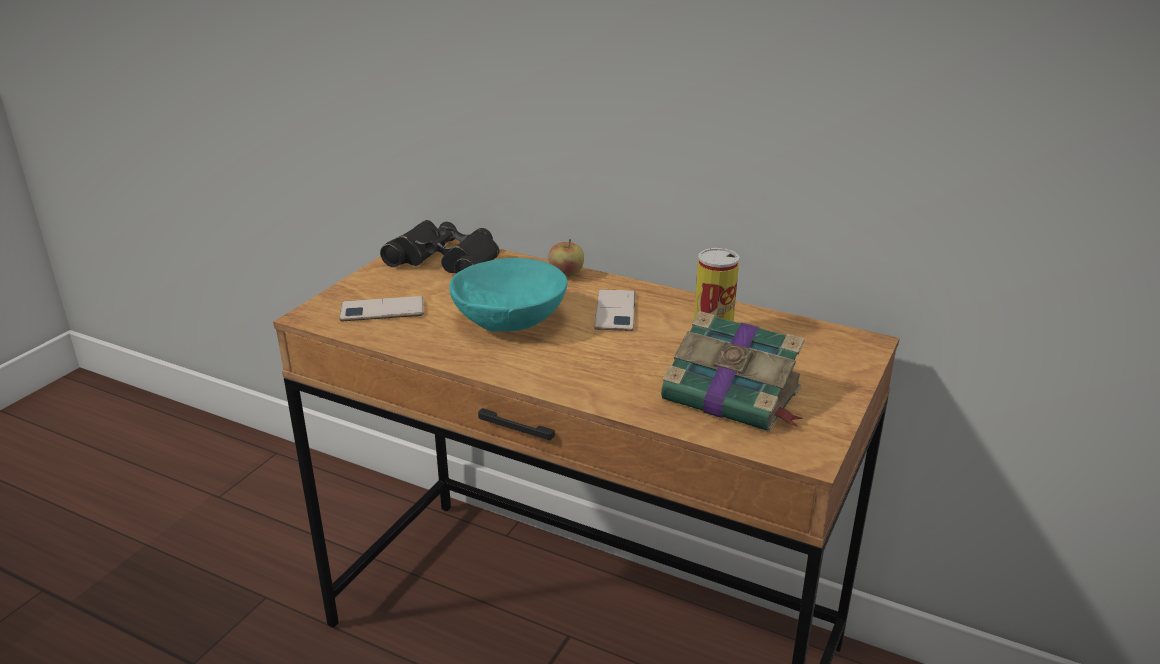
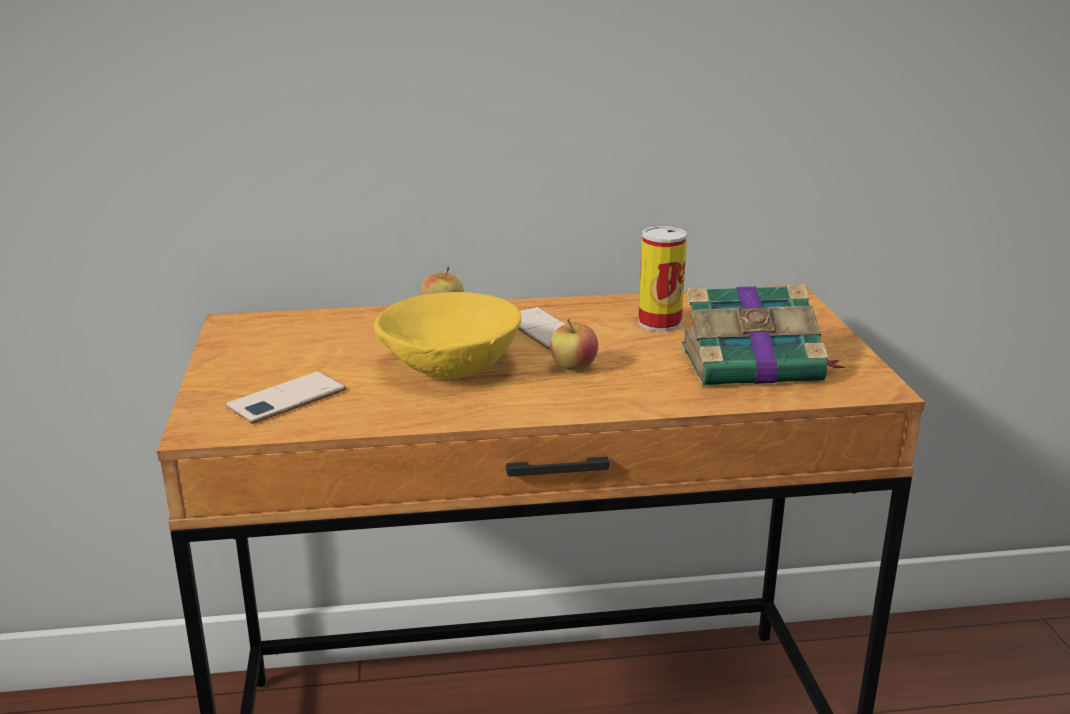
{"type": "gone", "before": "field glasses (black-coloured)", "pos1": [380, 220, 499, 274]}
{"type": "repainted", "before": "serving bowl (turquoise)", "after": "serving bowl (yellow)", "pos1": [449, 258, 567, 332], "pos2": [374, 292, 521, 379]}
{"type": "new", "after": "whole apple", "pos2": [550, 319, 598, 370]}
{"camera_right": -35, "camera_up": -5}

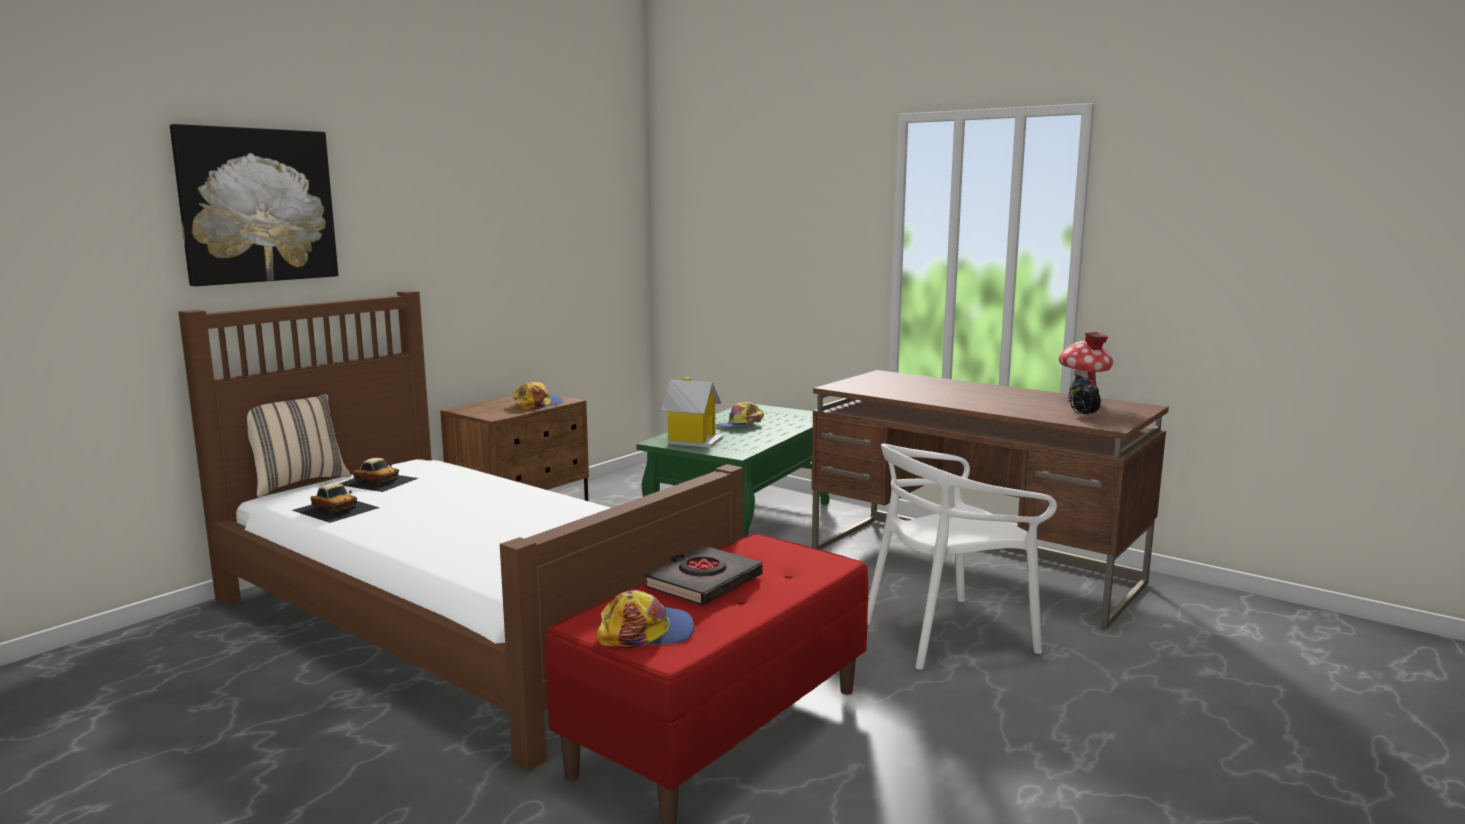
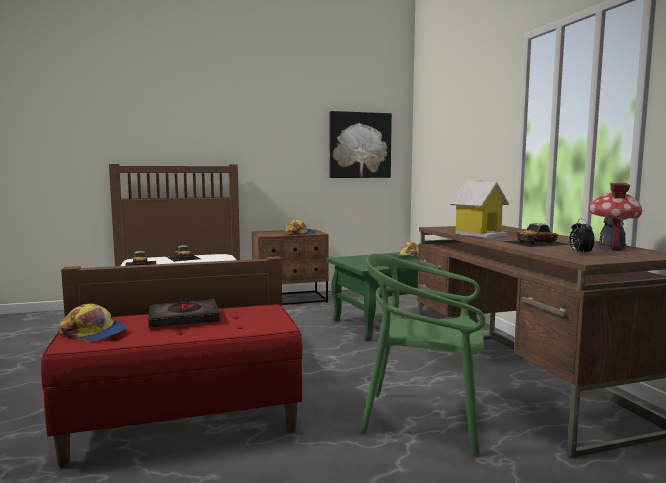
{"type": "shifted", "before": "picture", "pos1": [170, 124, 338, 286], "pos2": [329, 111, 392, 178]}
{"type": "shifted", "before": "toy house", "pos1": [661, 377, 723, 448], "pos2": [450, 181, 509, 238]}
{"type": "gone", "before": "cushion (beige-coloured)", "pos1": [247, 394, 351, 497]}
{"type": "repainted", "before": "chair (whitish)", "after": "chair (green-coloured)", "pos1": [868, 444, 1057, 670], "pos2": [360, 254, 485, 455]}
{"type": "new", "after": "model car", "pos2": [502, 223, 570, 247]}
{"camera_right": 35, "camera_up": -5}

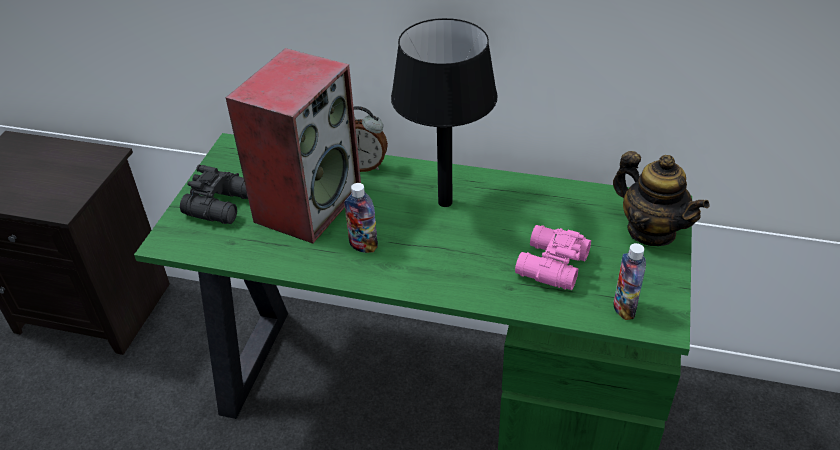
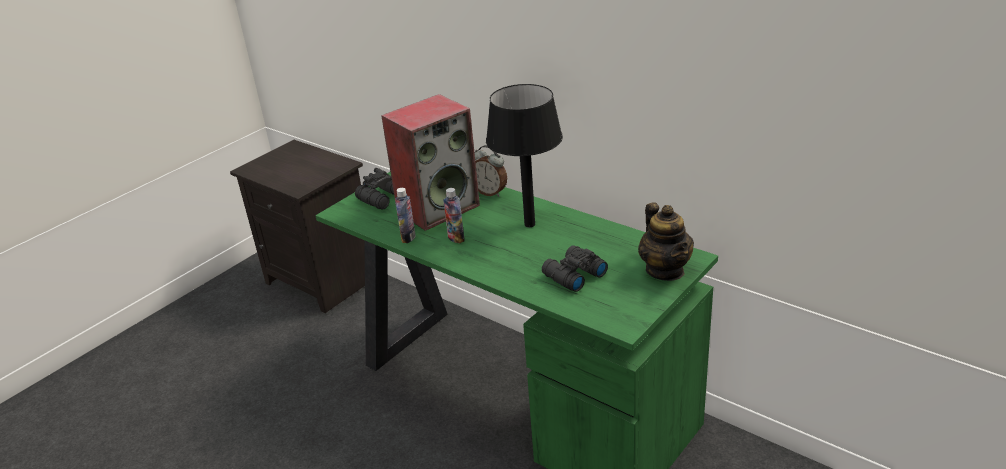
{"type": "repainted", "before": "field glasses (pink)", "after": "field glasses (black-coloured)", "pos1": [515, 225, 591, 290], "pos2": [542, 245, 608, 292]}
{"type": "shifted", "before": "beverage bottle", "pos1": [613, 243, 646, 320], "pos2": [395, 188, 416, 243]}
{"camera_right": 25, "camera_up": -10}

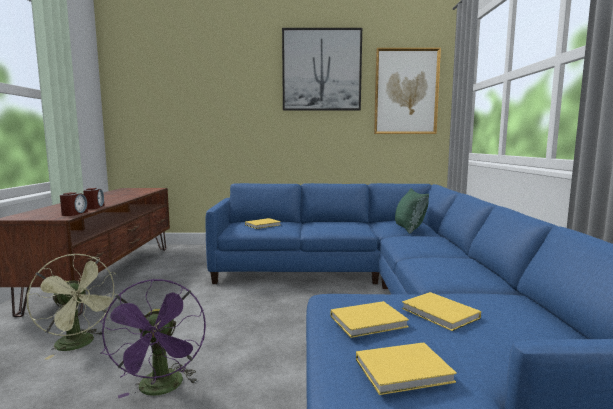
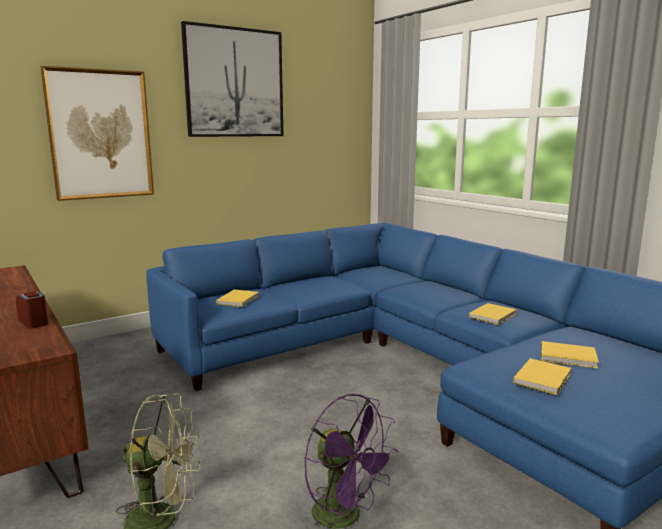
{"type": "shifted", "before": "picture", "pos1": [374, 48, 441, 134], "pos2": [40, 66, 154, 201]}
{"type": "gone", "before": "cushion (green-coloured)", "pos1": [395, 188, 429, 234]}
{"type": "gone", "before": "bedside clock", "pos1": [60, 192, 88, 216]}
{"type": "shifted", "before": "book (yellow)", "pos1": [356, 342, 457, 395], "pos2": [469, 303, 516, 325]}
{"camera_right": -35, "camera_up": 5}

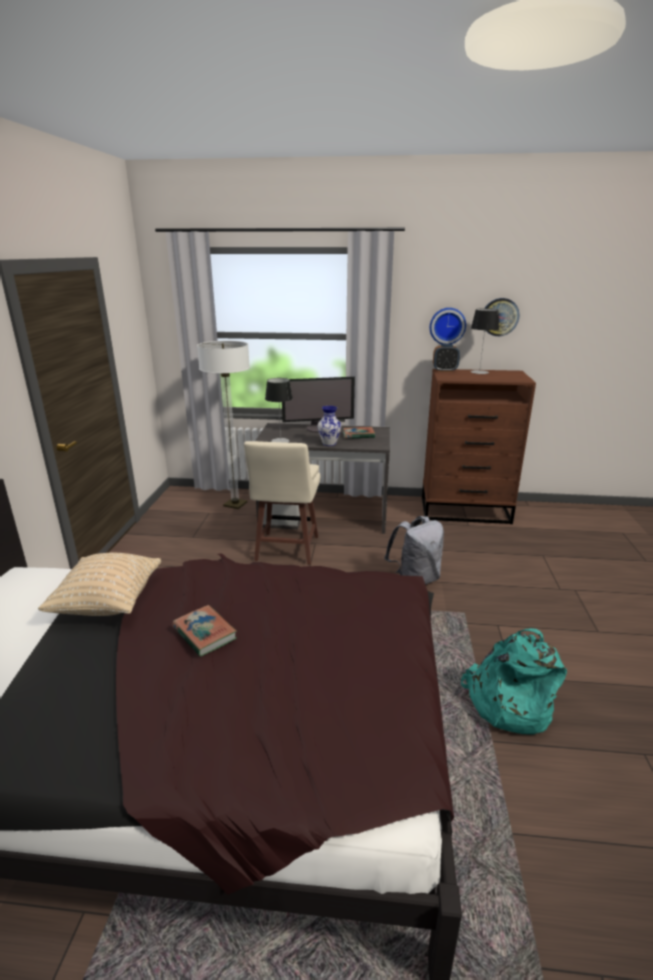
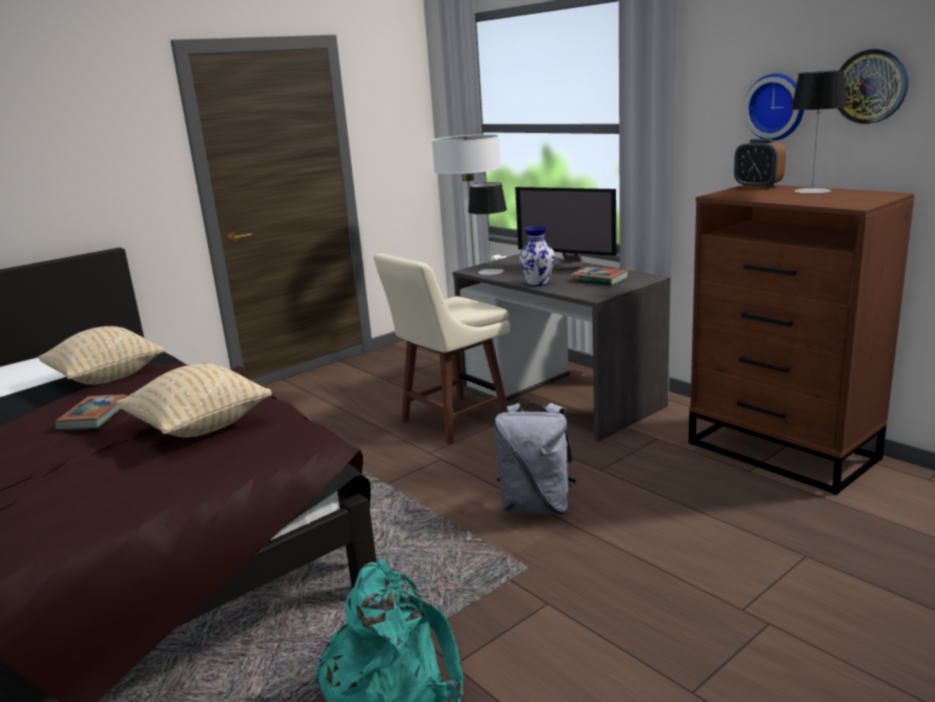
{"type": "new", "after": "cushion (beige-coloured)", "pos2": [116, 363, 272, 437]}
{"camera_right": 45, "camera_up": -5}

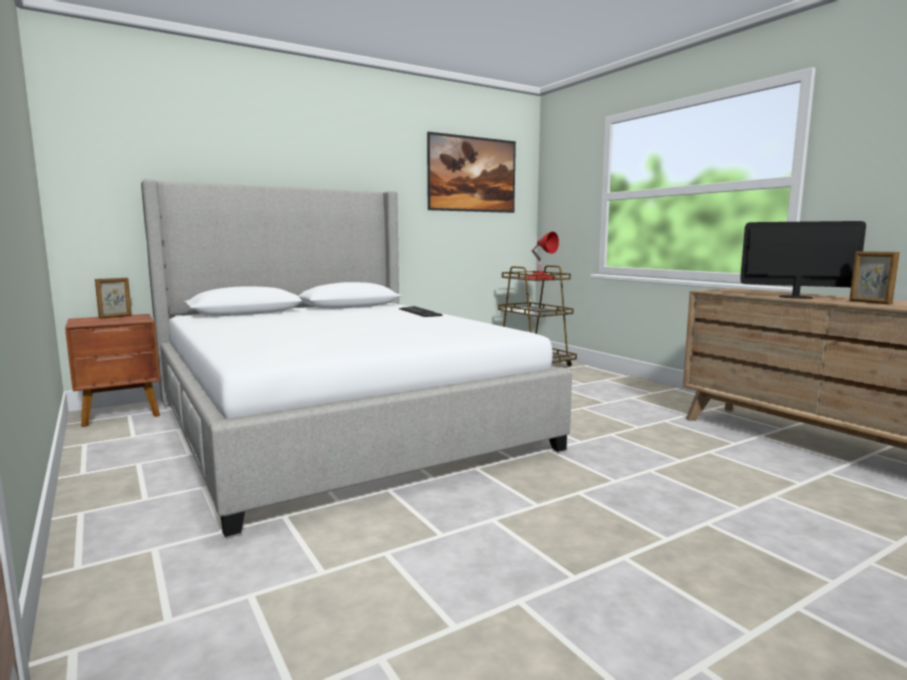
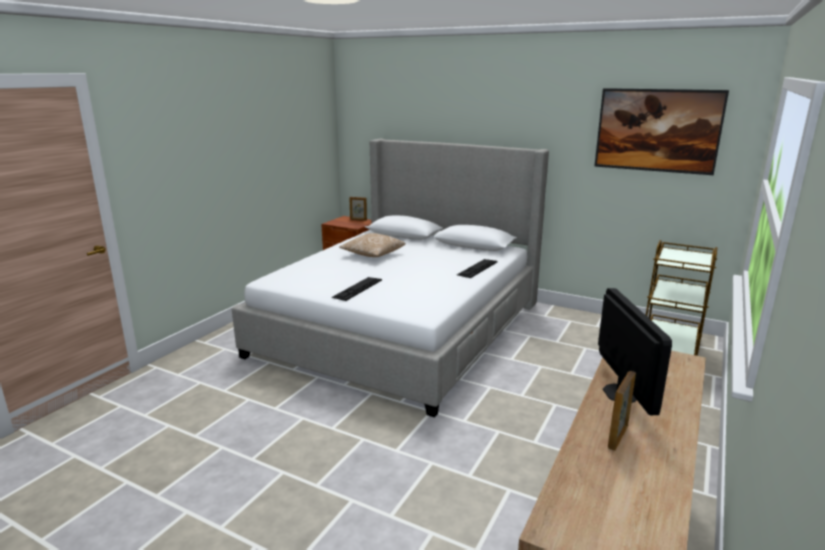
{"type": "gone", "before": "lamp for a table (red-coloured)", "pos1": [523, 232, 559, 279]}
{"type": "new", "after": "cushion", "pos2": [339, 233, 406, 257]}
{"type": "new", "after": "computer keyboard", "pos2": [332, 277, 382, 301]}
{"camera_right": 60, "camera_up": 10}

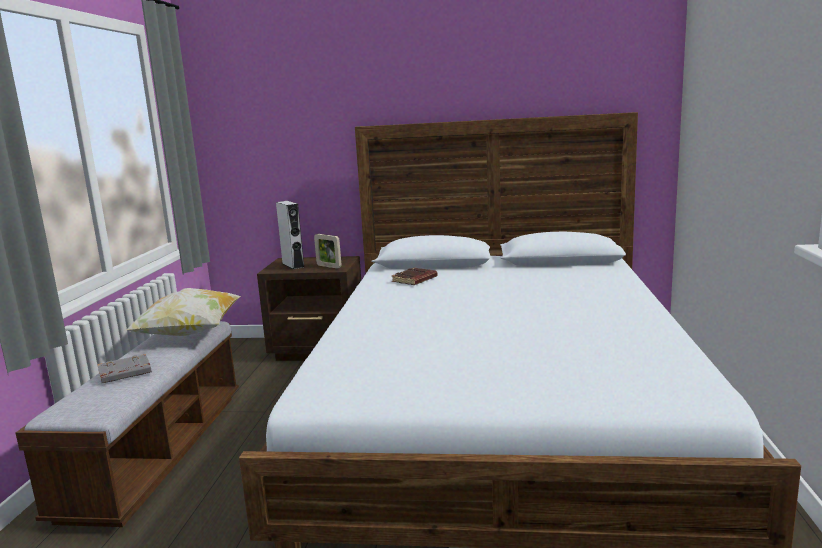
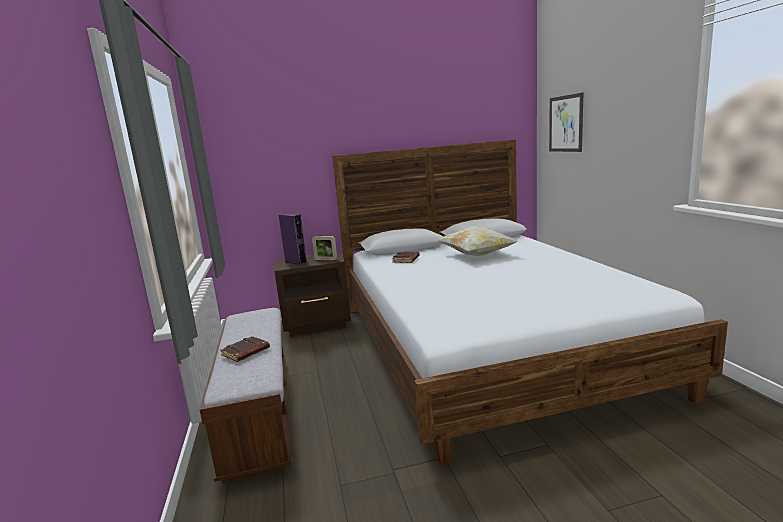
{"type": "repainted", "before": "speaker (gray)", "after": "speaker (purplish)", "pos1": [276, 201, 304, 269], "pos2": [279, 214, 307, 265]}
{"type": "shifted", "before": "cushion", "pos1": [126, 288, 241, 336], "pos2": [437, 226, 519, 256]}
{"type": "repainted", "before": "book (gray)", "after": "book (brown)", "pos1": [97, 354, 152, 383], "pos2": [220, 336, 270, 362]}
{"type": "new", "after": "picture", "pos2": [549, 93, 583, 152]}
{"camera_right": -20, "camera_up": 0}

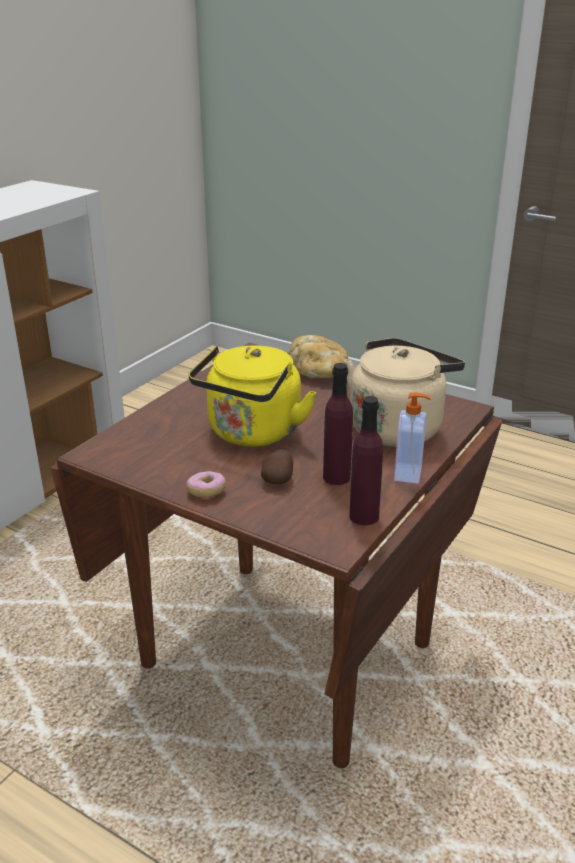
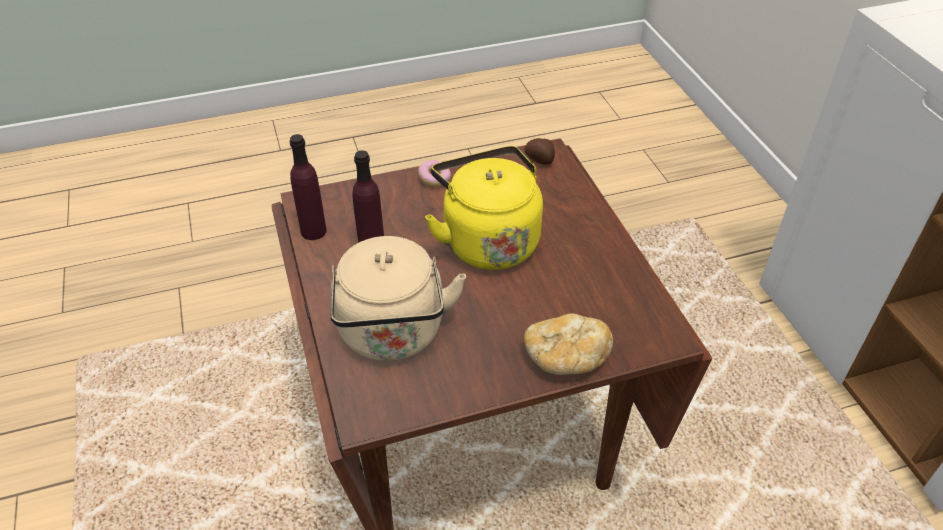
{"type": "gone", "before": "liquid soap bottle", "pos1": [394, 392, 431, 484]}
{"type": "shifted", "before": "spud", "pos1": [261, 449, 293, 484], "pos2": [525, 138, 555, 165]}
{"camera_right": 130, "camera_up": 15}

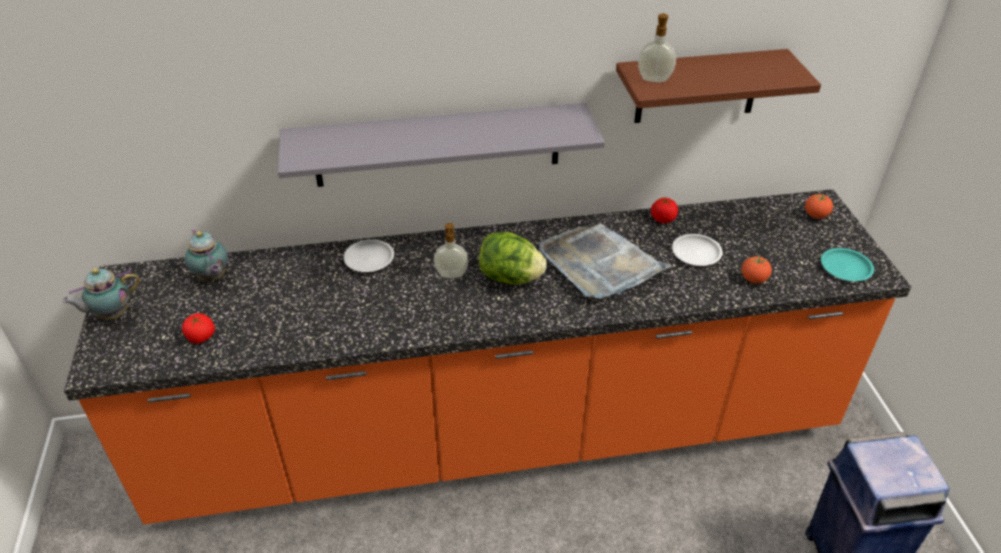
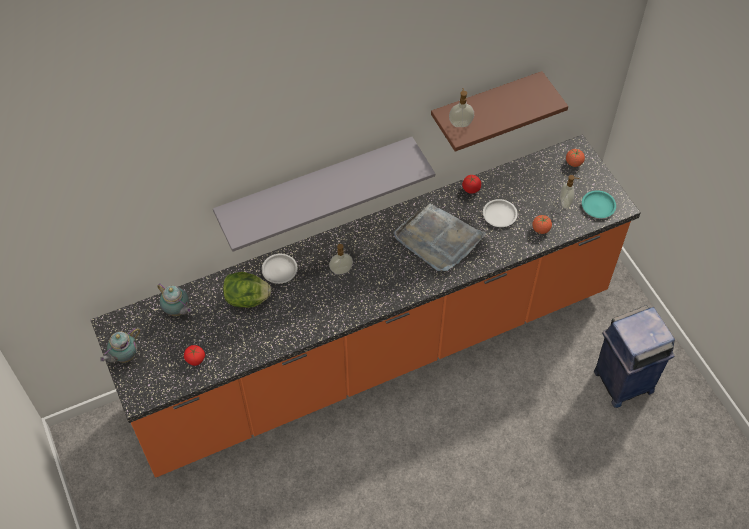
{"type": "shifted", "before": "head of lettuce", "pos1": [479, 232, 547, 285], "pos2": [223, 272, 271, 308]}
{"type": "new", "after": "liquid soap bottle", "pos2": [560, 175, 580, 209]}
{"camera_right": -15, "camera_up": 15}

